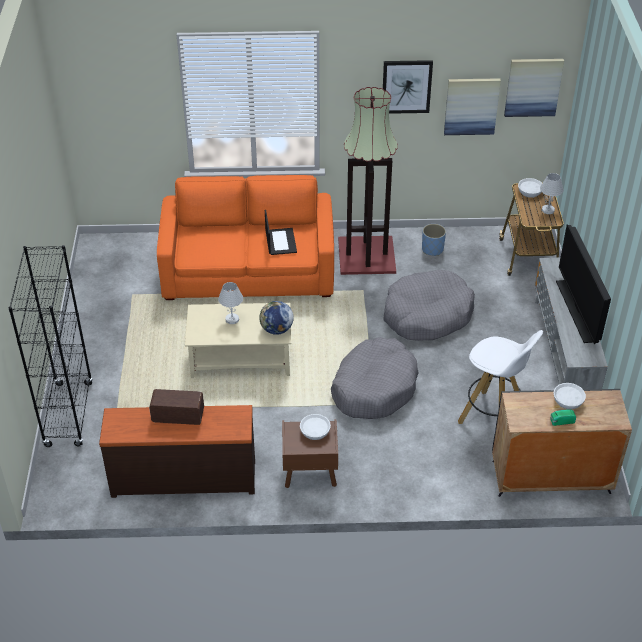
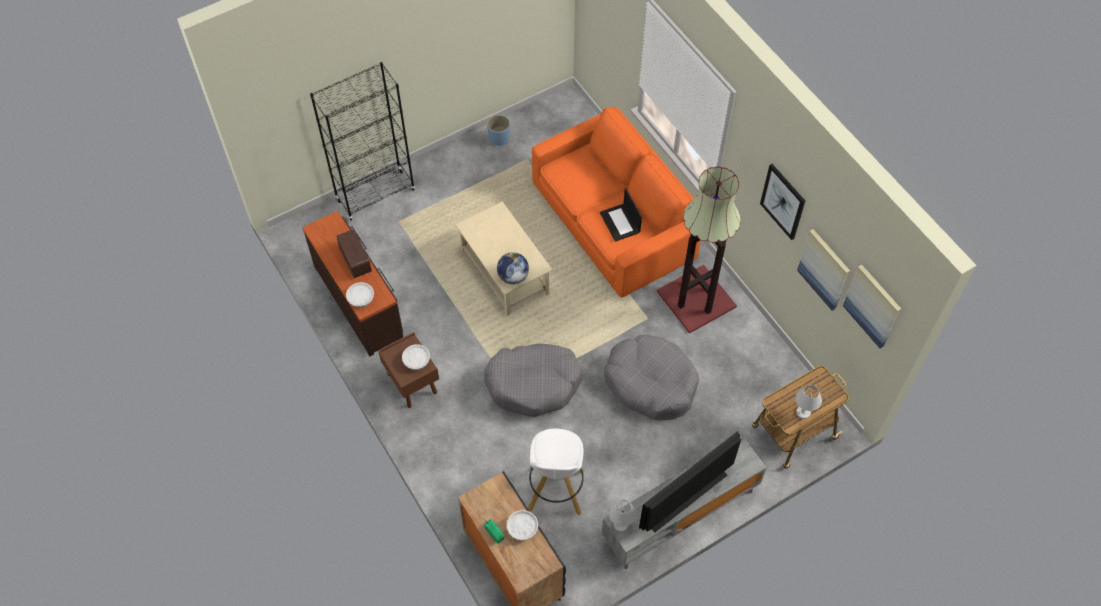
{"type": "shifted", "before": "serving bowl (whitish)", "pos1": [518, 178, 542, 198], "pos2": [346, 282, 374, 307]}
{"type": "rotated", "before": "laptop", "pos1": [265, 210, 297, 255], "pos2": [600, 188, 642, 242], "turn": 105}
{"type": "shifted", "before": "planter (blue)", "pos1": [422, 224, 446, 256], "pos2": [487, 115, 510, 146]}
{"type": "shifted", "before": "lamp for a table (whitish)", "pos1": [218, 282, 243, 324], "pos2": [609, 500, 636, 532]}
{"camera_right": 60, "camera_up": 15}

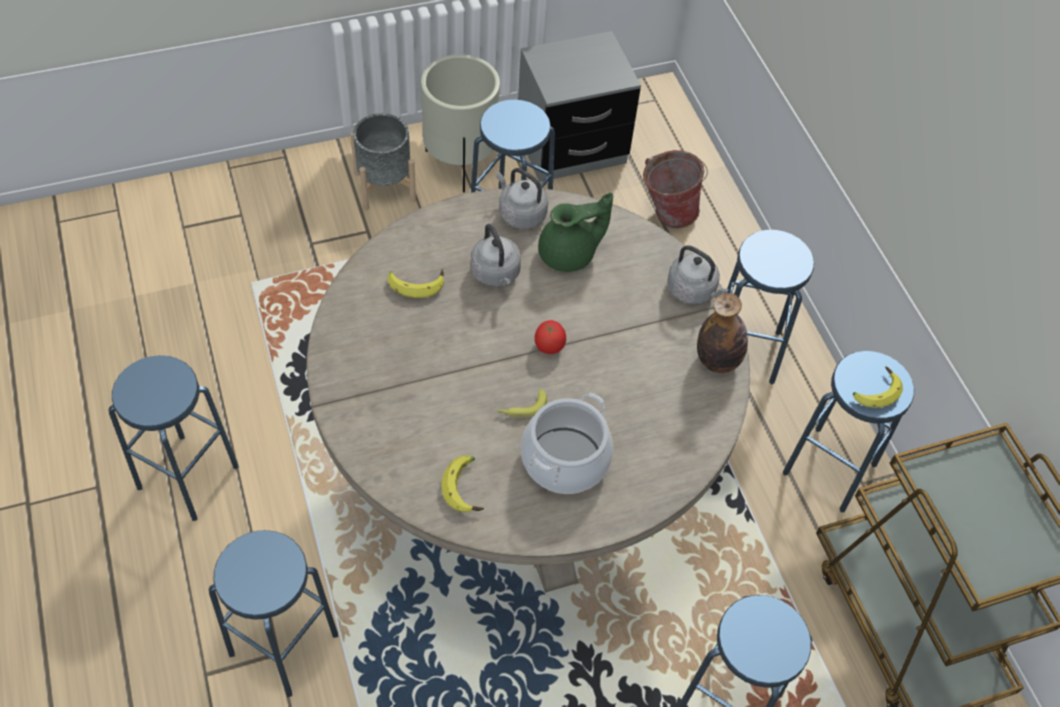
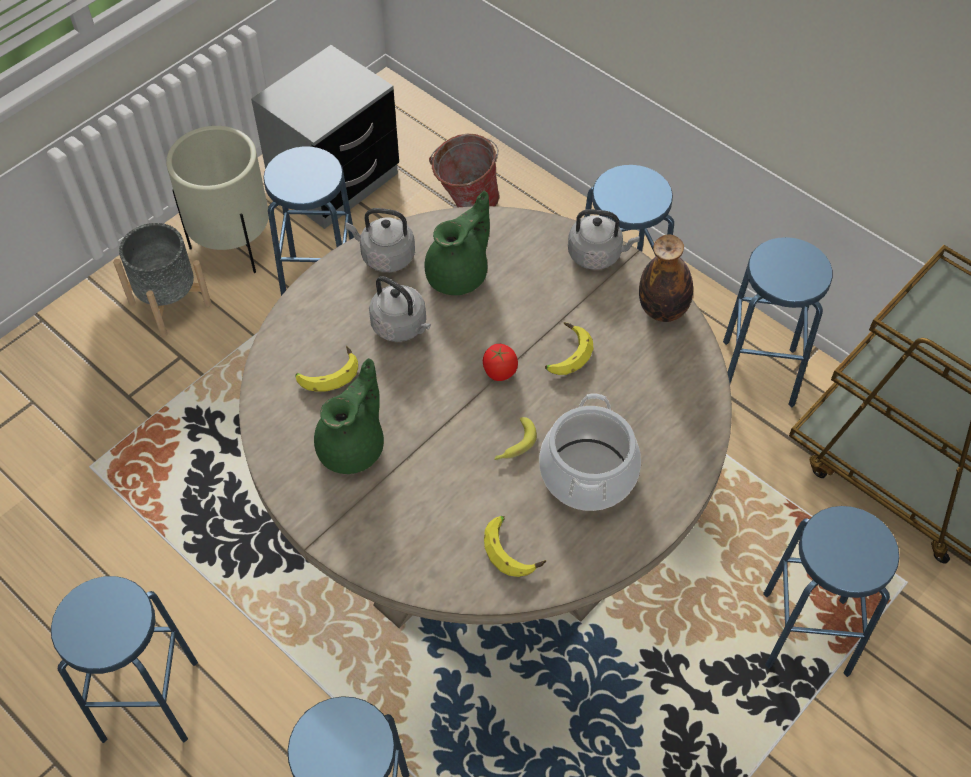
{"type": "shifted", "before": "whole banana", "pos1": [853, 366, 903, 408], "pos2": [545, 322, 593, 375]}
{"type": "new", "after": "teapot (green-coloured)", "pos2": [314, 358, 384, 474]}
{"camera_right": -25, "camera_up": 0}

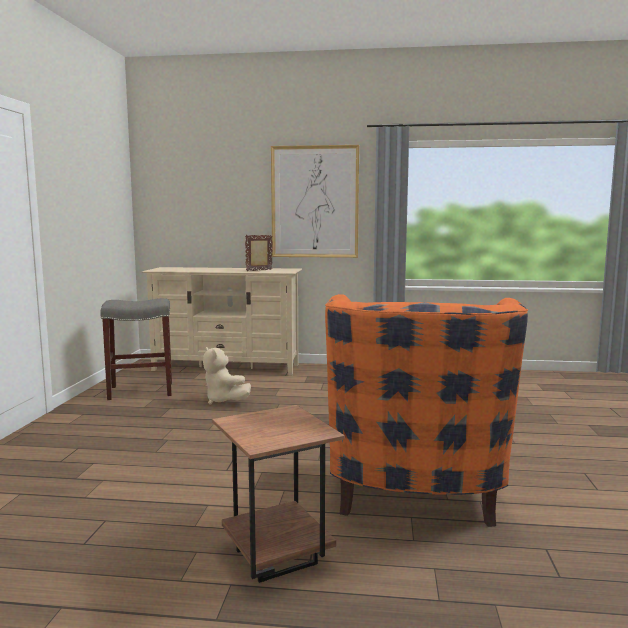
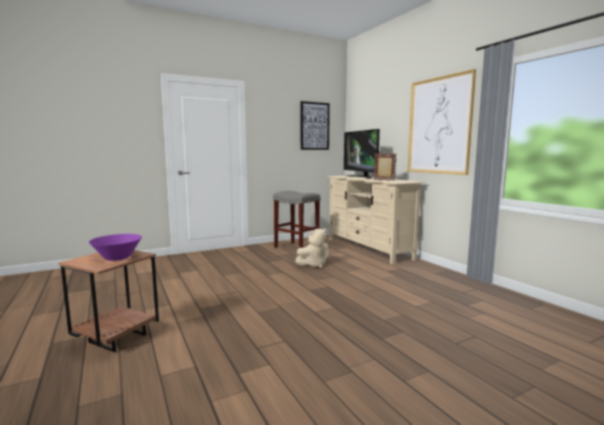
{"type": "gone", "before": "armchair (orangey)", "pos1": [325, 294, 528, 527]}
{"type": "rotated", "before": "plush toy (beige-coloured)", "pos1": [203, 347, 251, 405], "pos2": [295, 228, 329, 268], "turn": -135}
{"type": "new", "after": "picture", "pos2": [301, 101, 330, 150]}
{"type": "new", "after": "TV", "pos2": [344, 129, 380, 179]}
{"type": "new", "after": "serving bowl (purplish)", "pos2": [89, 234, 142, 261]}
{"camera_right": 55, "camera_up": 0}

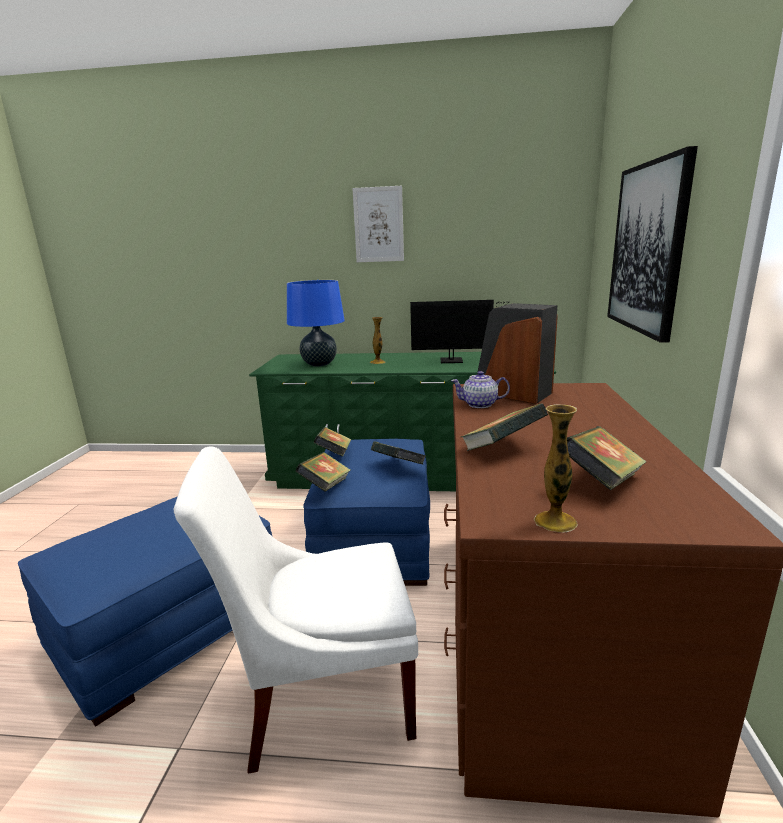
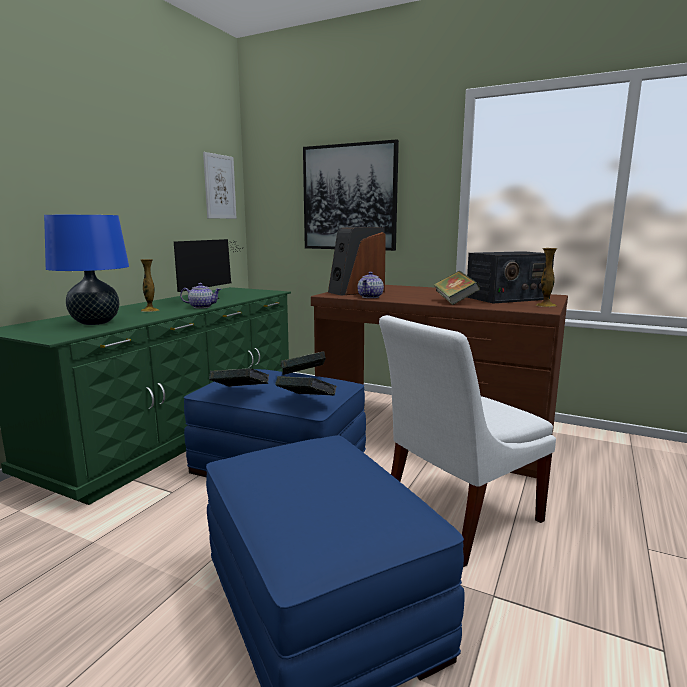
{"type": "shifted", "before": "picture", "pos1": [352, 186, 404, 262], "pos2": [203, 152, 237, 219]}
{"type": "swapped", "before": "book", "after": "radio set", "pos1": [567, 426, 646, 490], "pos2": [467, 251, 554, 304]}
{"type": "rotated", "before": "chair (whitish)", "pos1": [174, 446, 418, 773], "pos2": [379, 315, 556, 567], "turn": 45}
{"type": "new", "after": "teapot", "pos2": [180, 283, 221, 309]}
{"camera_right": -70, "camera_up": -5}

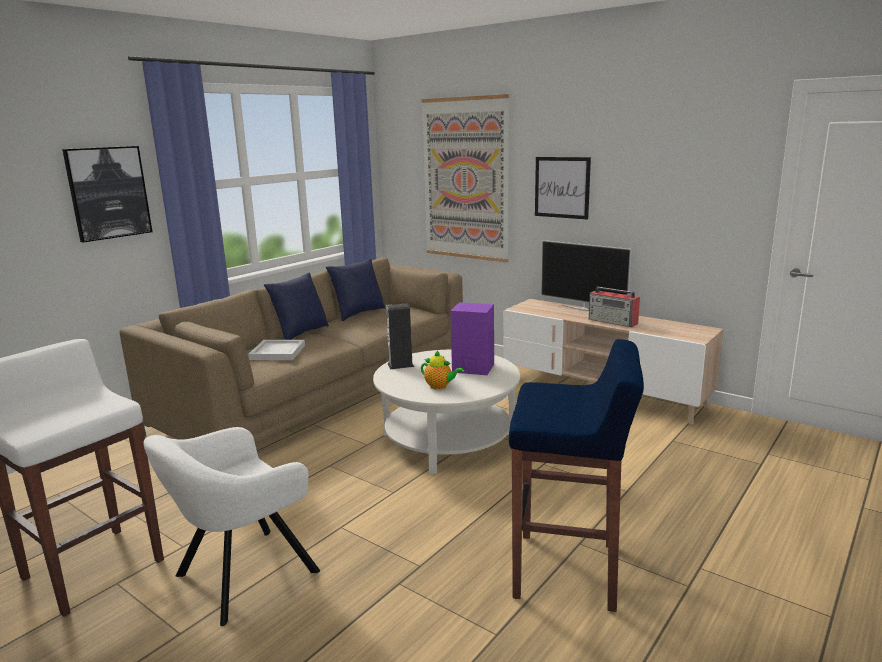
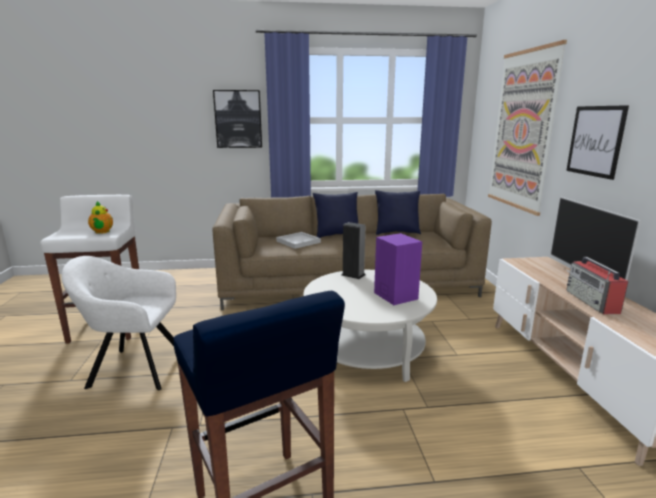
{"type": "shifted", "before": "teapot", "pos1": [421, 351, 464, 390], "pos2": [88, 201, 113, 234]}
{"camera_right": 45, "camera_up": 0}

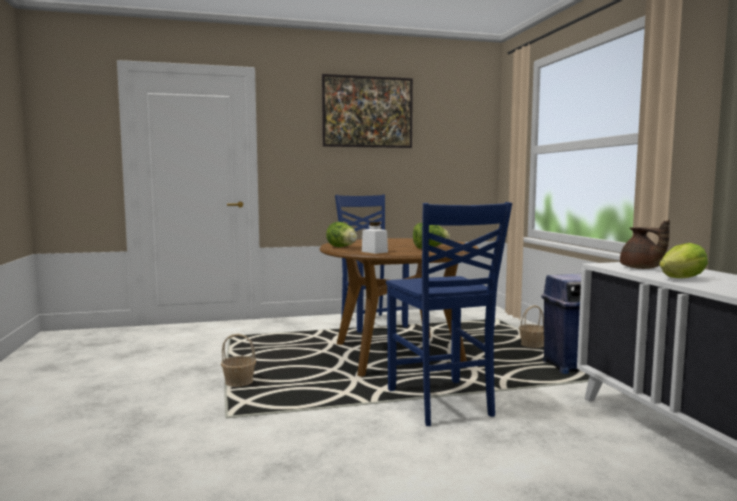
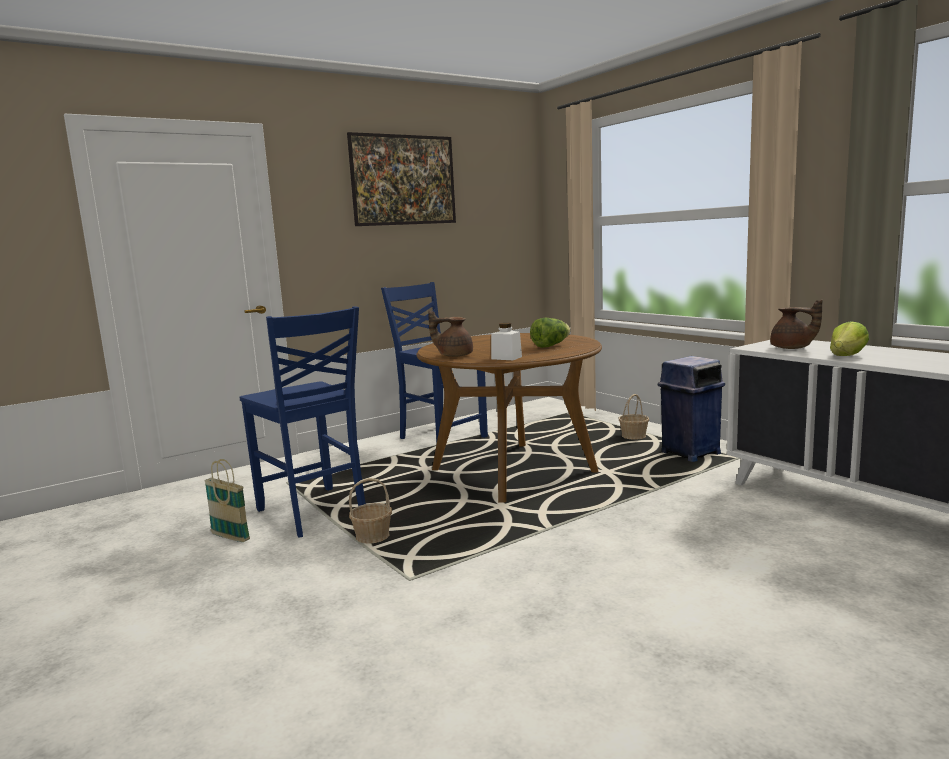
{"type": "shifted", "before": "chair (blue)", "pos1": [386, 202, 512, 426], "pos2": [239, 306, 366, 538]}
{"type": "swapped", "before": "head of lettuce", "after": "teapot (brown)", "pos1": [326, 222, 357, 247], "pos2": [428, 310, 473, 357]}
{"type": "new", "after": "basket", "pos2": [204, 459, 250, 542]}
{"camera_right": -20, "camera_up": 5}

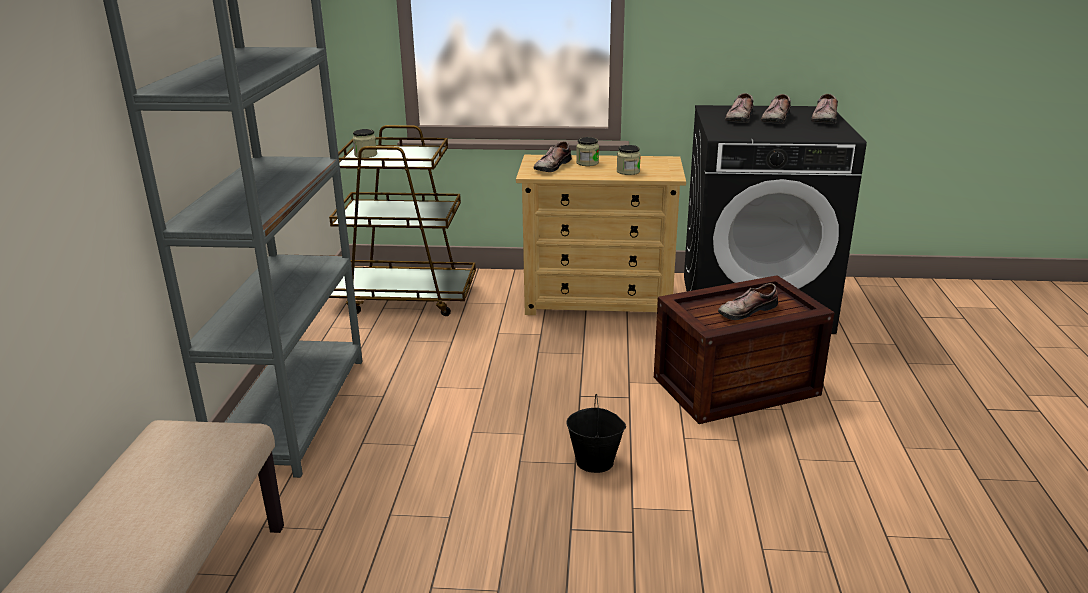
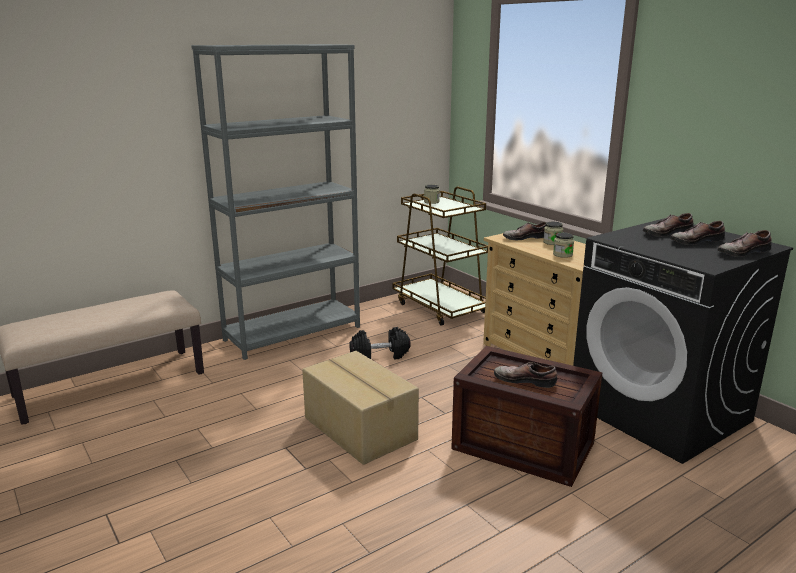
{"type": "swapped", "before": "water bucket (black-coloured)", "after": "packing box", "pos1": [566, 394, 626, 473], "pos2": [302, 351, 419, 465]}
{"type": "new", "after": "free weight (black-coloured)", "pos2": [349, 327, 411, 360]}
{"camera_right": 50, "camera_up": -5}

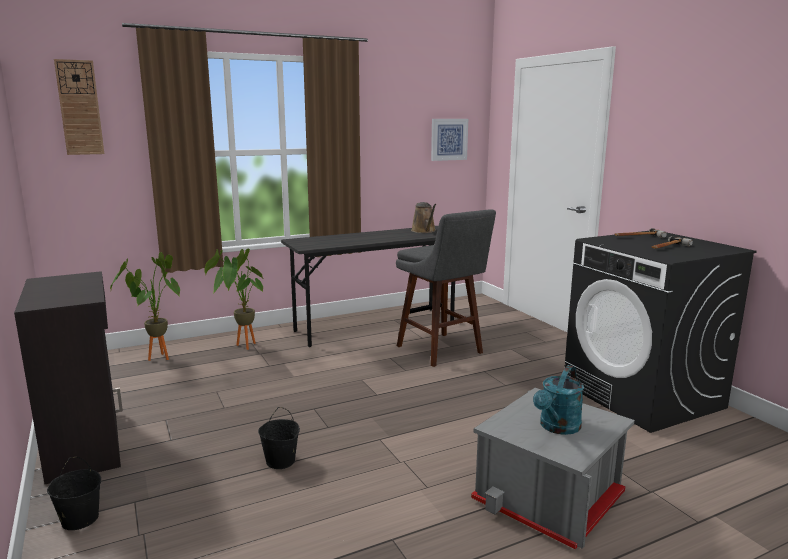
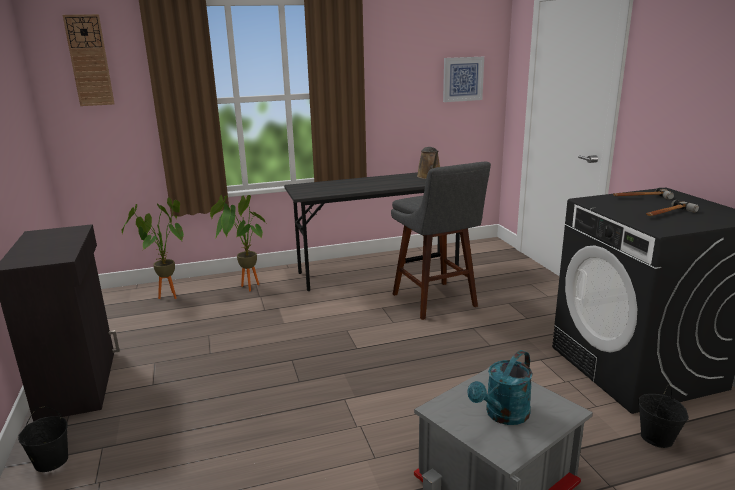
{"type": "shifted", "before": "water bucket (black-coloured)", "pos1": [258, 407, 300, 469], "pos2": [638, 385, 689, 448]}
{"camera_right": 10, "camera_up": 5}

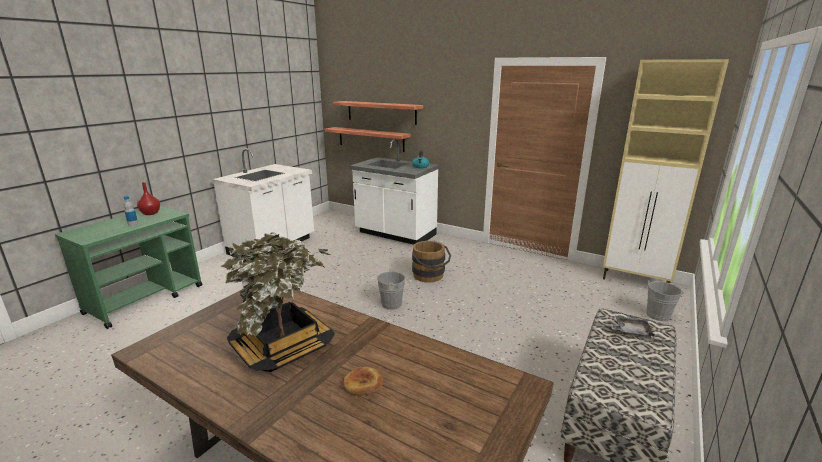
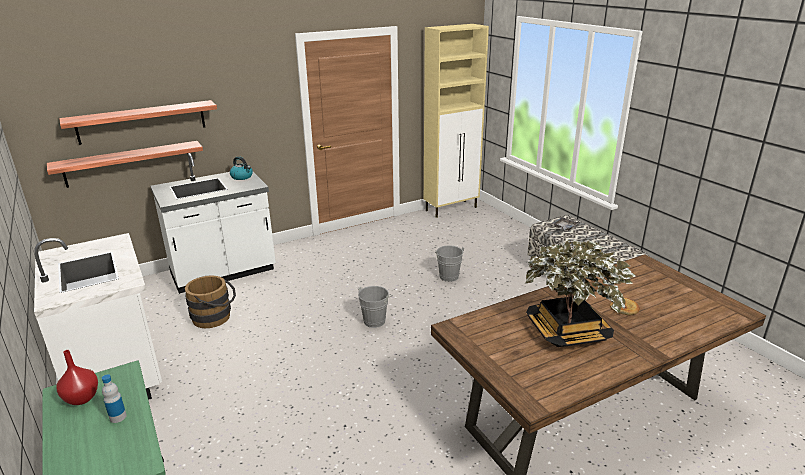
{"type": "shifted", "before": "water bucket (brown)", "pos1": [412, 241, 451, 282], "pos2": [185, 275, 236, 328]}
{"type": "shifted", "before": "water bucket (gray)", "pos1": [647, 280, 684, 322], "pos2": [435, 245, 464, 282]}
{"camera_right": -60, "camera_up": 5}

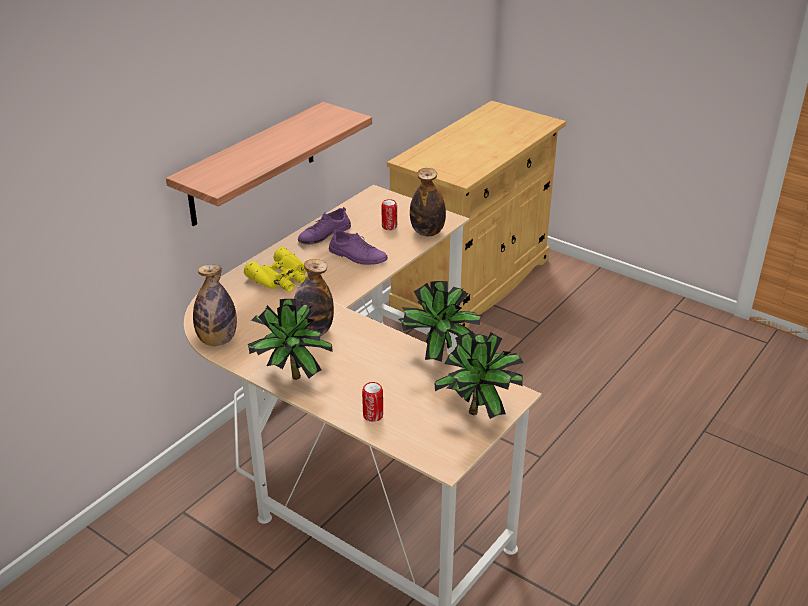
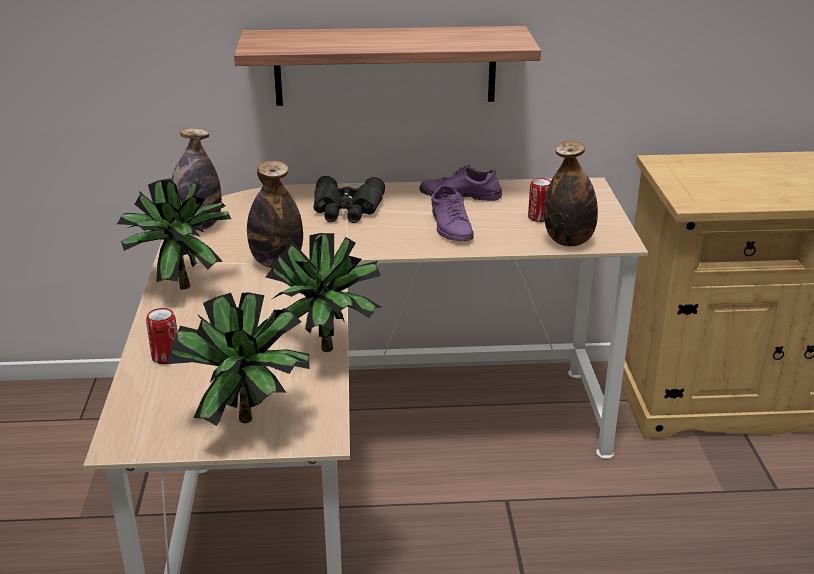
{"type": "repainted", "before": "field glasses (yellow)", "after": "field glasses (black-coloured)", "pos1": [244, 247, 307, 292], "pos2": [313, 176, 385, 223]}
{"camera_right": 50, "camera_up": -5}

